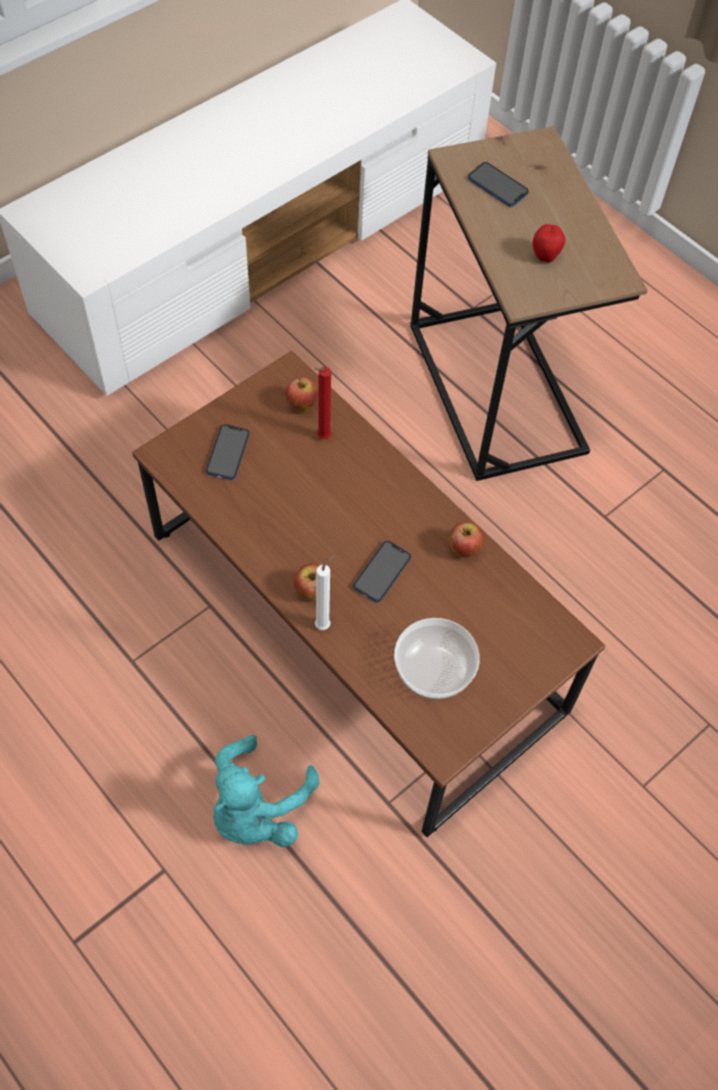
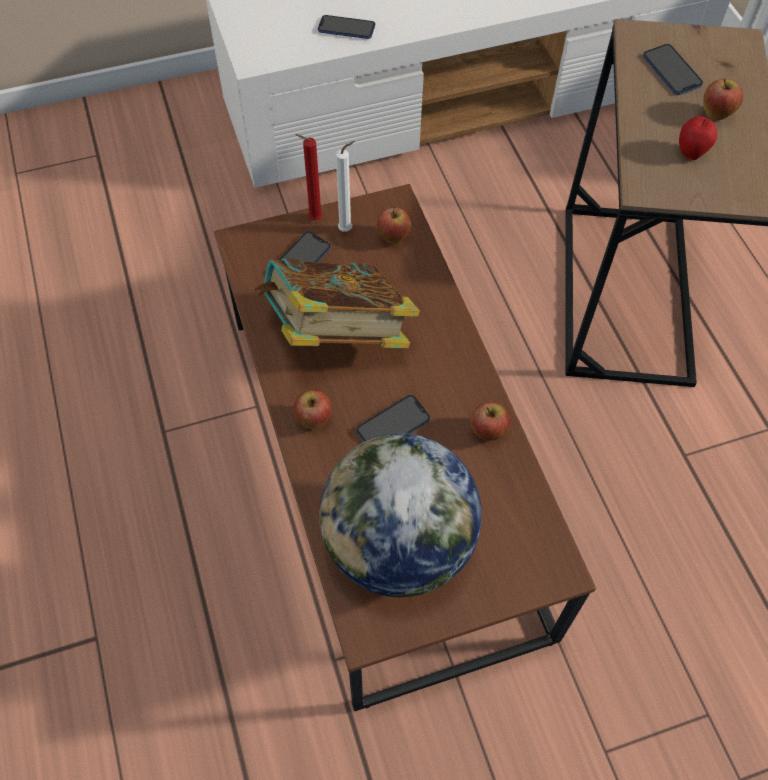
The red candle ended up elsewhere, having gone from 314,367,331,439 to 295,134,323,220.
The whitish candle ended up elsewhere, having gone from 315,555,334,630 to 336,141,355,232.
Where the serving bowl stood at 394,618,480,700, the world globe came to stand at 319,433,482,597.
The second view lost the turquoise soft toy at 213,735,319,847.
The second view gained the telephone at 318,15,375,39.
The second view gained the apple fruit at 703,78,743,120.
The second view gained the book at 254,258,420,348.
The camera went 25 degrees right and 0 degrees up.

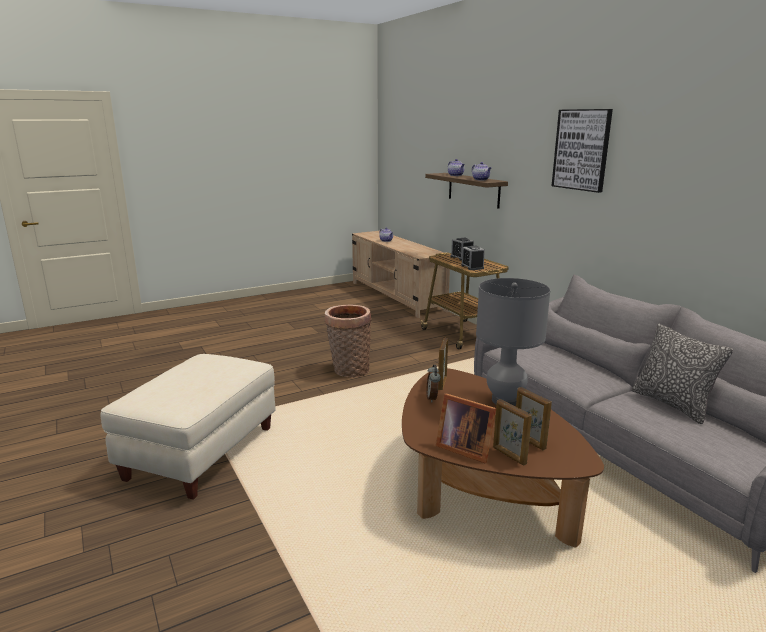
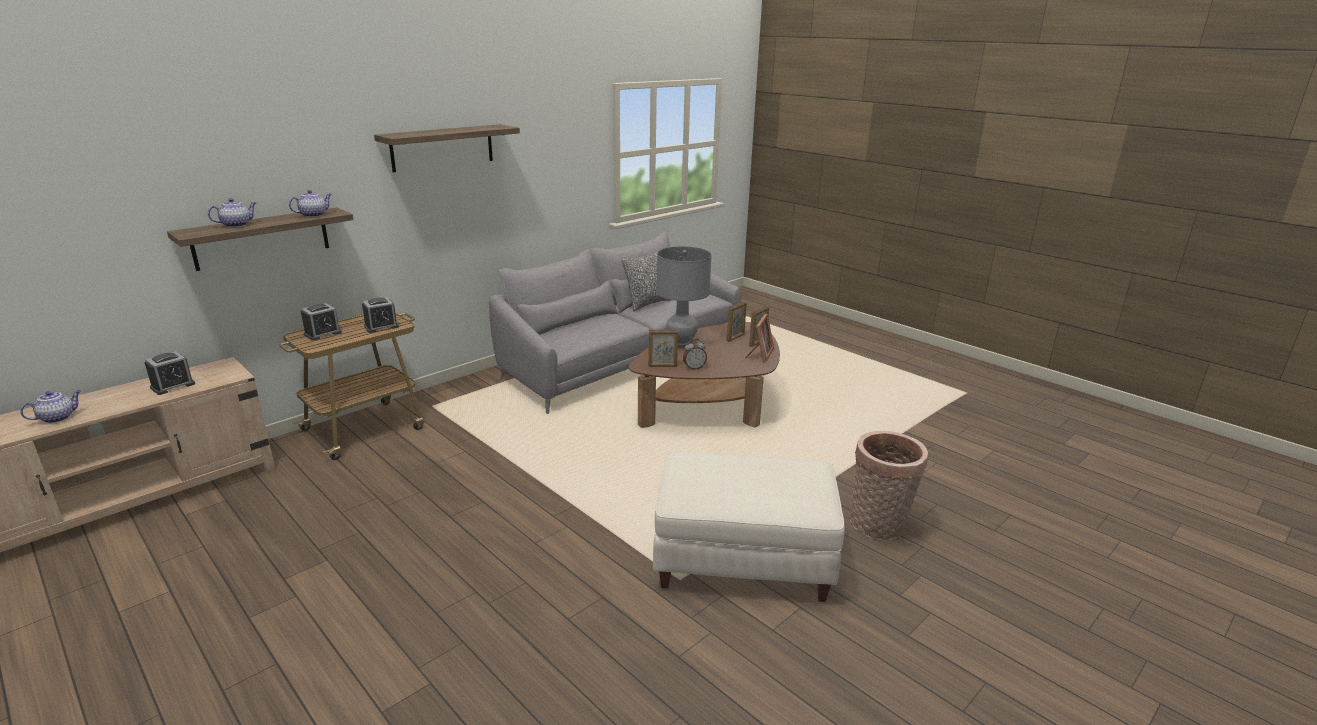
Where the wall picture hung at 552,109,613,193, the shelf came to hang at 374,124,520,172.
The storage basket ended up elsewhere, having gone from 324,304,371,378 to 850,431,929,540.
The second view gained the alarm clock at 144,351,195,395.
The camera went 105 degrees left and 5 degrees up.

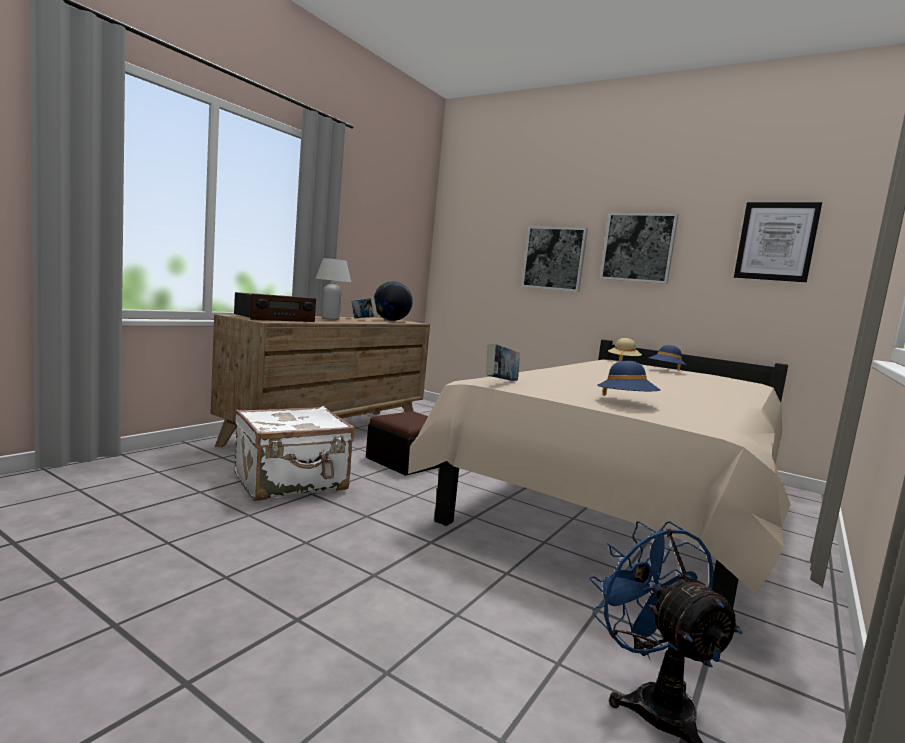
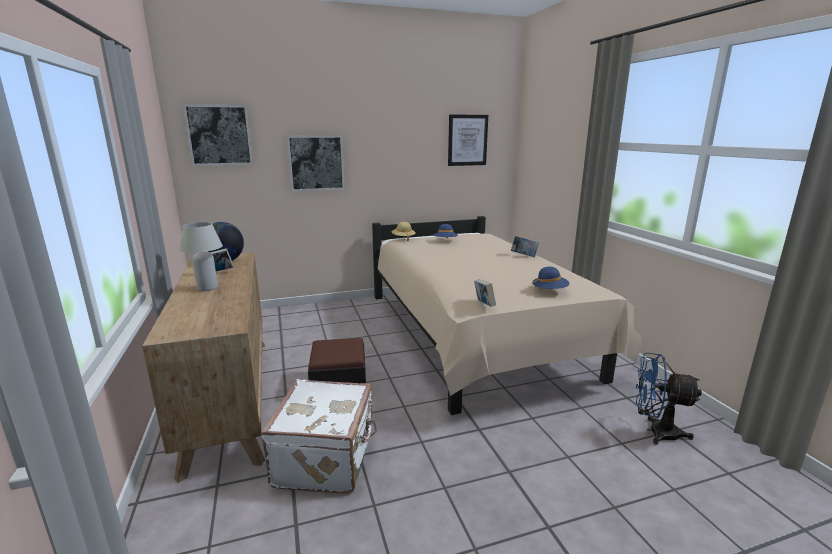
The wall picture ended up elsewhere, having gone from 600,213,679,284 to 183,104,253,166.
The second view lost the radio set at 234,292,316,322.
The second view gained the book at 511,236,539,257.
The camera went 50 degrees left and 10 degrees up.

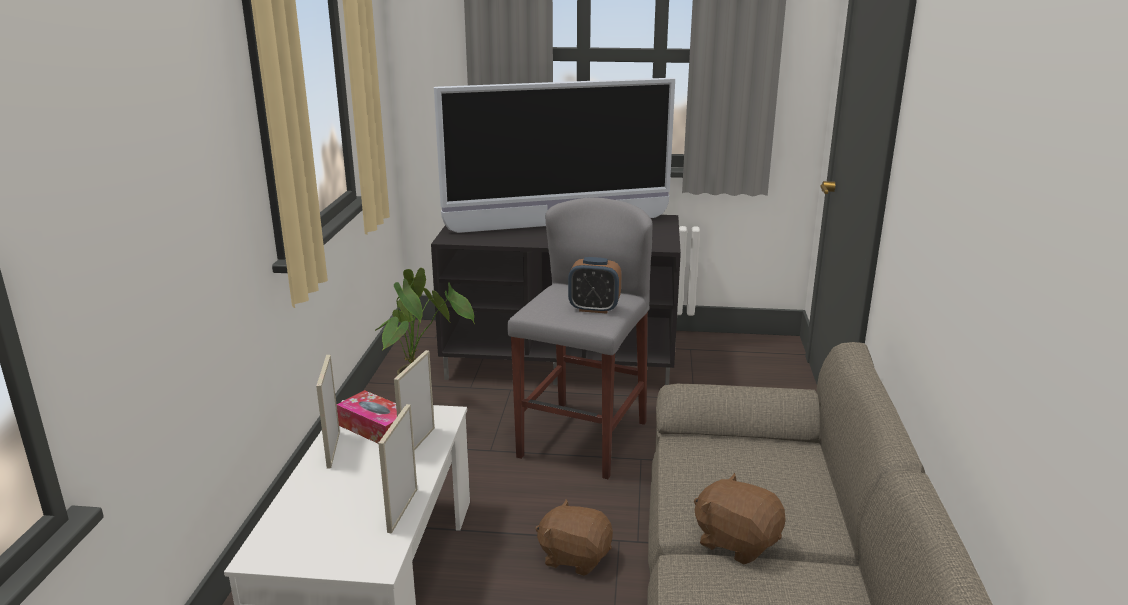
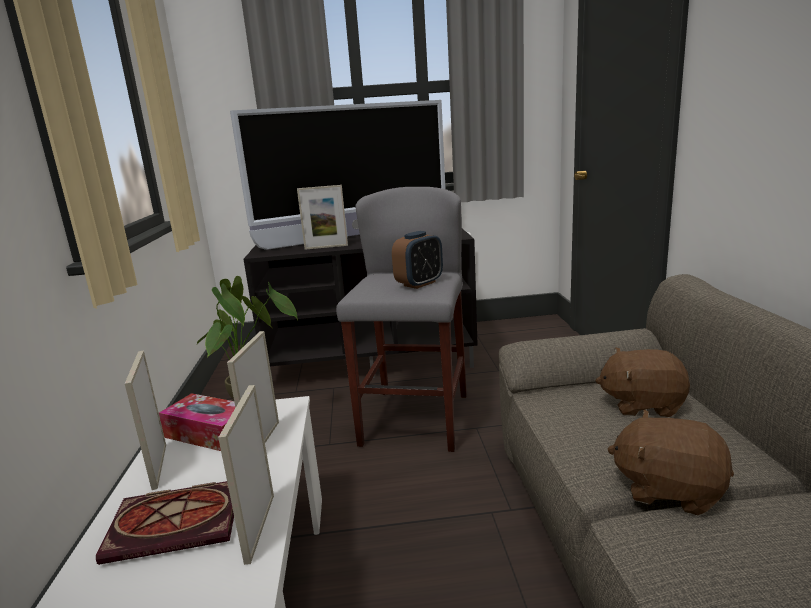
The alarm clock at 568,257,622,314 ended up facing another way, 45 degrees counterclockwise from before.
The brown-coloured soft toy ended up elsewhere, having gone from 535,499,613,576 to 596,347,690,417.
The second view gained the standing frame at 297,185,348,249.
The second view gained the book at 96,481,234,565.
The camera went 10 degrees left and 5 degrees down.

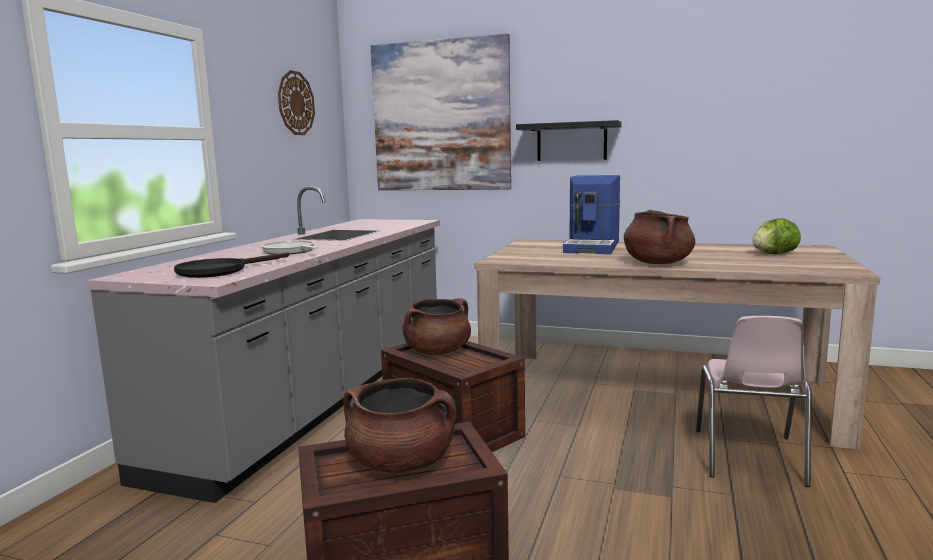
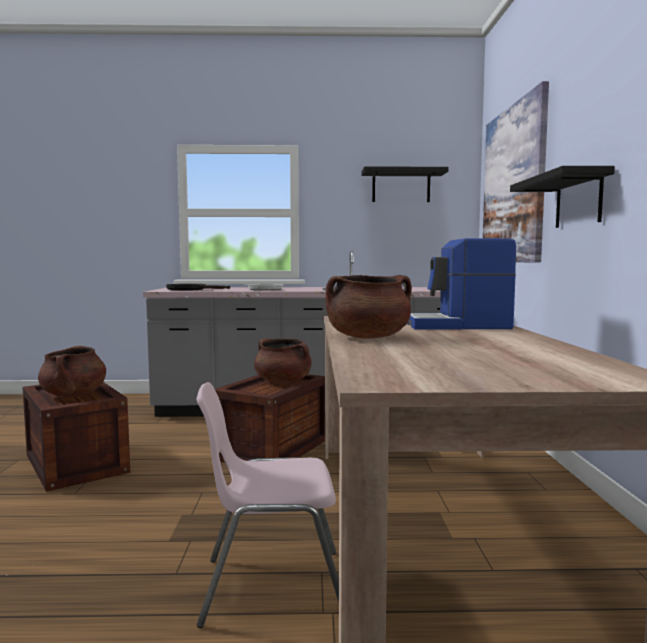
Where the clock on the wall hung at 278,70,315,135, the blackish shelf came to hang at 361,166,449,202.
The second view lost the lettuce head at 752,218,801,254.
The camera went 70 degrees right and 5 degrees down.

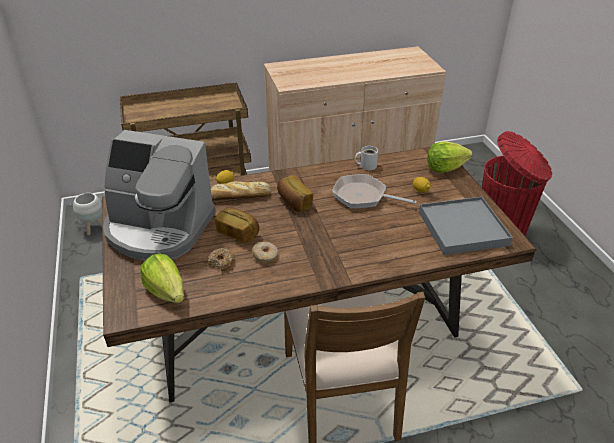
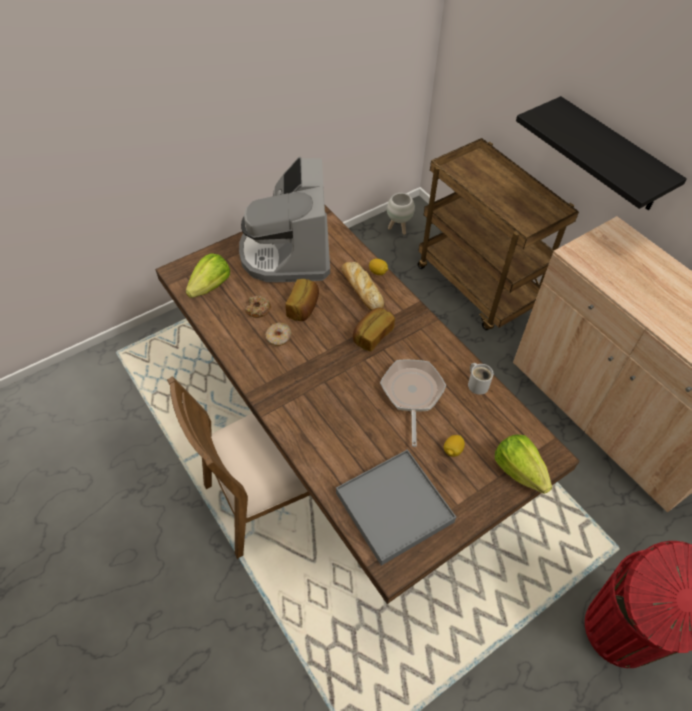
The second view gained the blackish shelf at 516,96,687,210.
The camera went 70 degrees right and 15 degrees up.

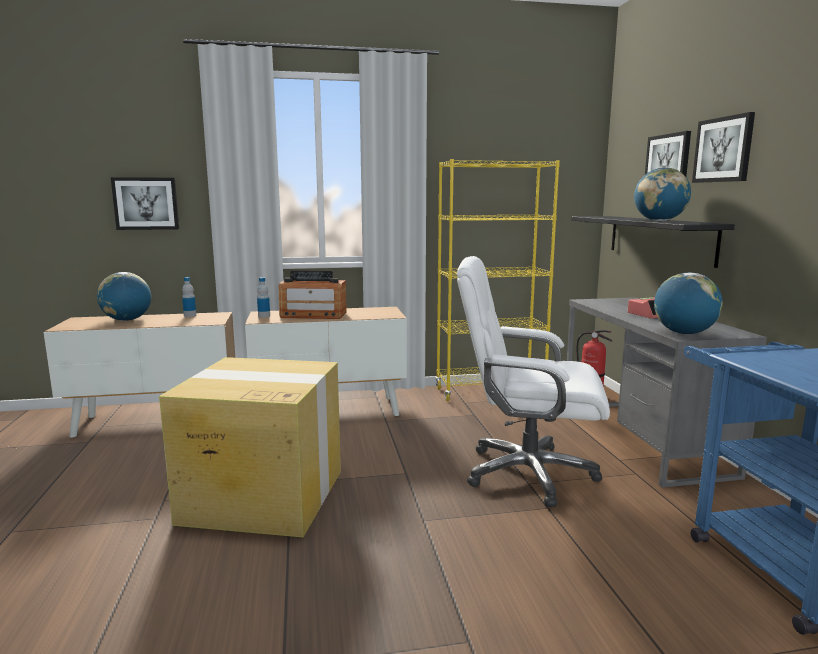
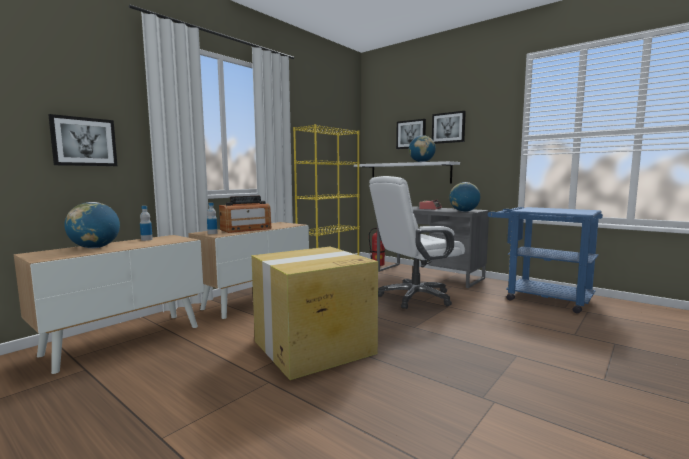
What was the blackish shelf at 571,216,735,268 turned into the whitish shelf at 354,161,460,184.
The camera went 40 degrees left and 5 degrees down.

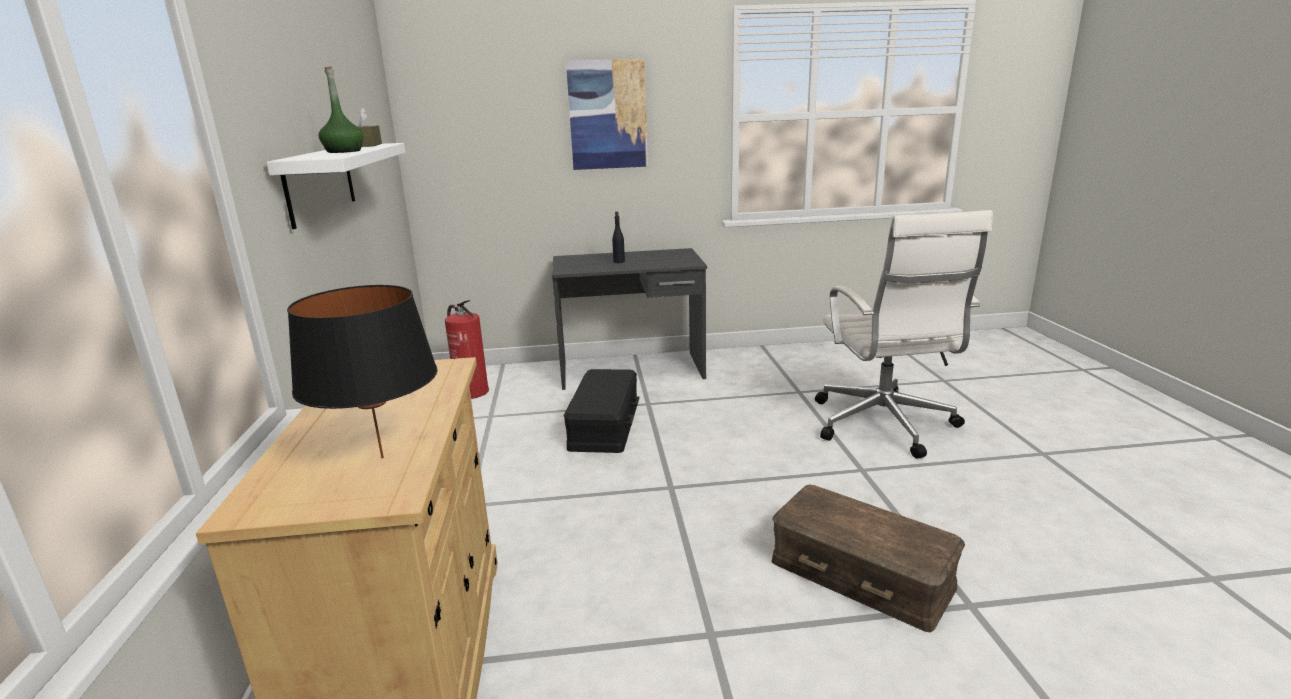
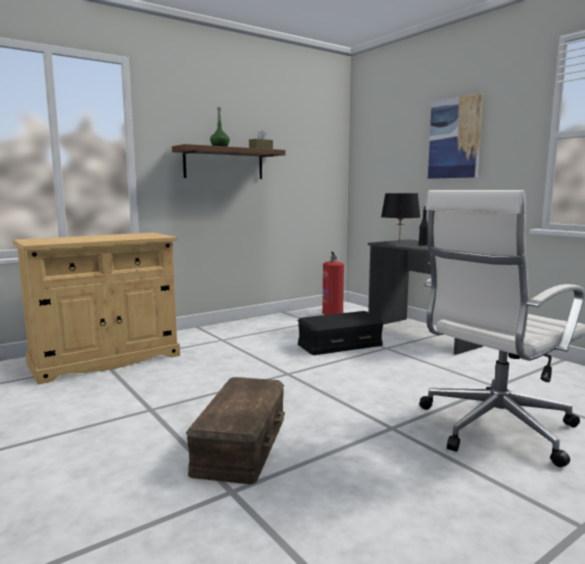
What was the whitish shelf at 266,143,405,229 turned into the brown-coloured shelf at 172,144,286,179.
The blackish tabletop lamp ended up elsewhere, having gone from 287,285,438,458 to 381,193,420,243.
The camera went 60 degrees right and 10 degrees down.

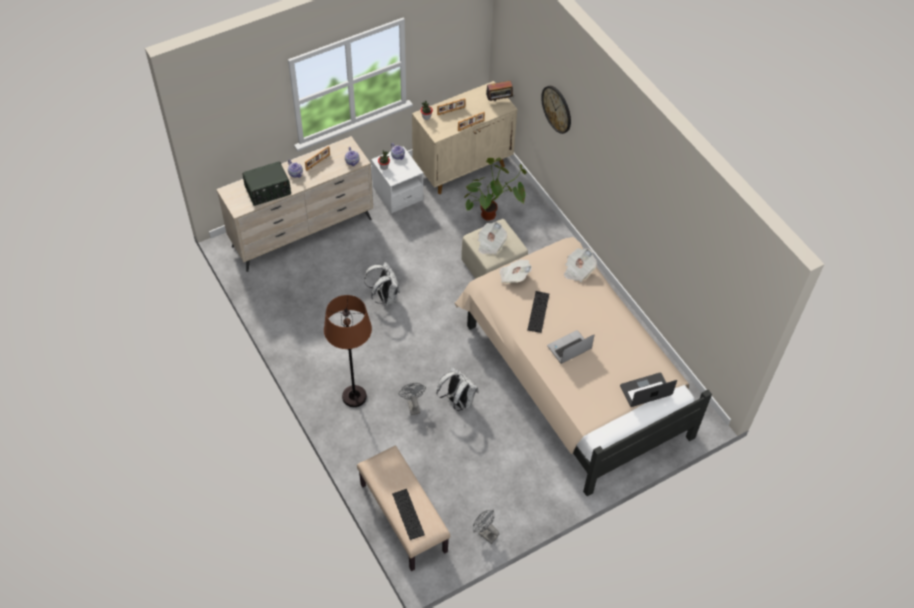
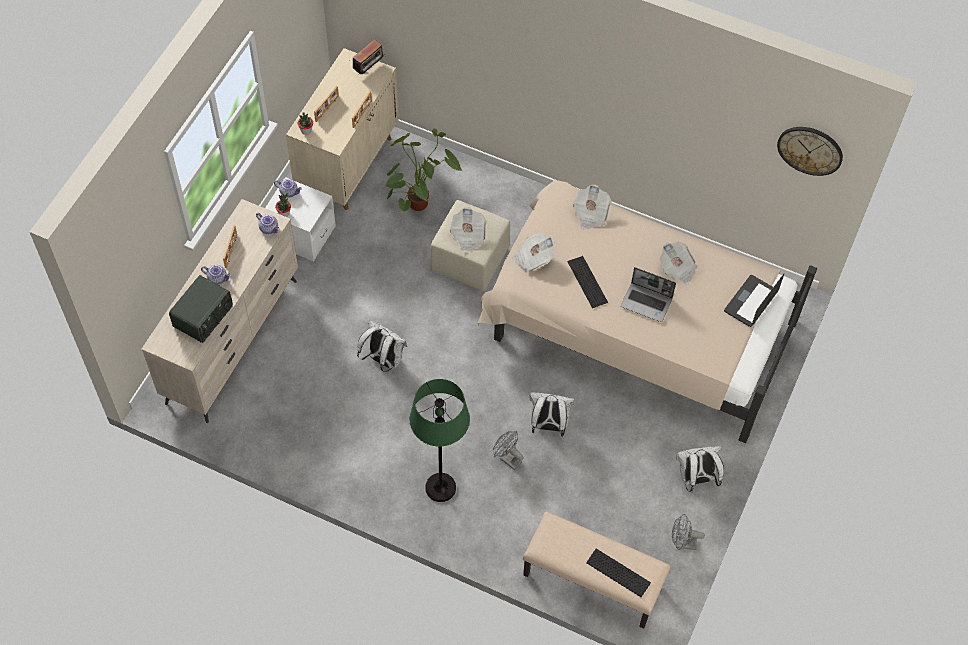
The clock on the wall ended up elsewhere, having gone from 541,86,571,134 to 777,127,843,176.
What was the brown-coloured standing lamp at 324,295,372,407 turned into the greenish standing lamp at 410,379,470,502.
The notebook computer at 547,330,594,364 ended up facing another way, 90 degrees counterclockwise from before.
The second view gained the newspaper at 660,242,698,285.
The second view gained the whitish backpack at 676,446,724,492.
The camera went 35 degrees left and 5 degrees up.

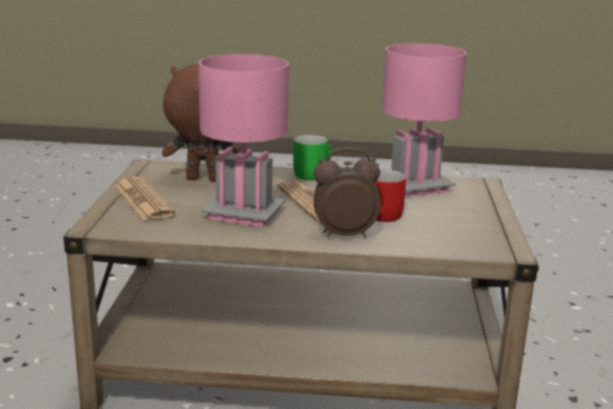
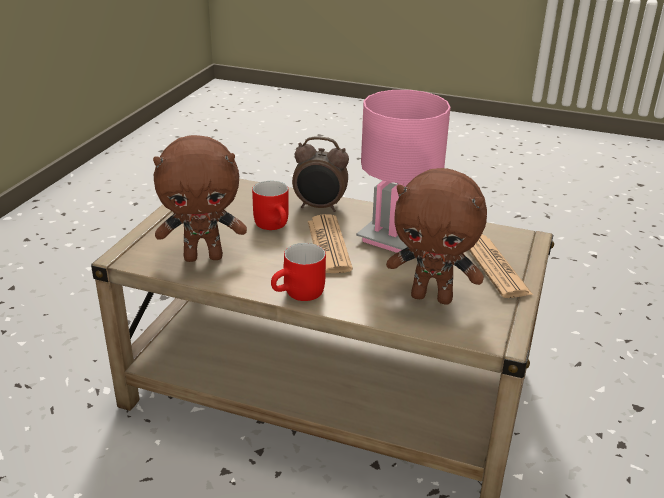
Where the pink-coloured tabletop lamp stood at 382,43,466,198, the brown-coloured soft toy came to stand at 153,135,247,262.
What was the greenish coffee mug at 293,135,332,180 turned into the red coffee mug at 271,243,326,301.
The camera went 165 degrees left and 10 degrees up.

